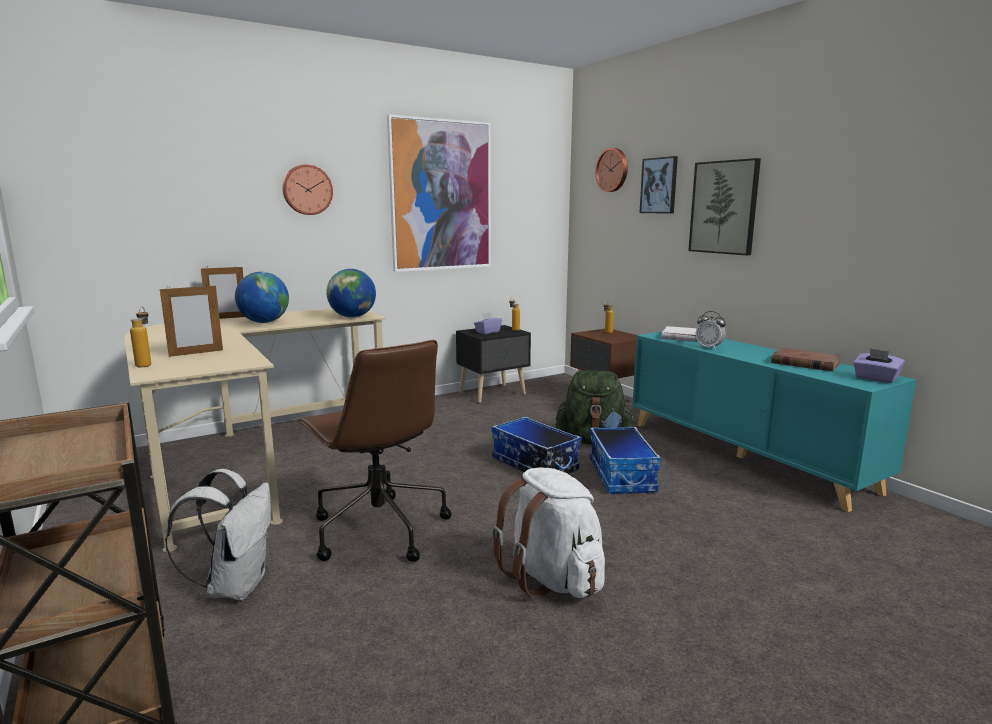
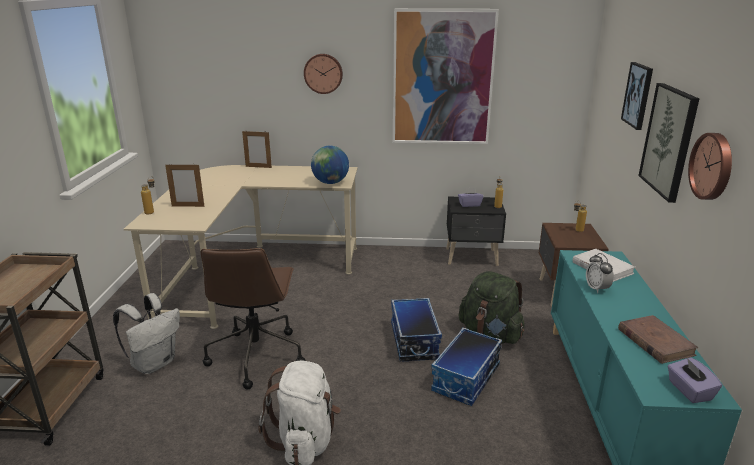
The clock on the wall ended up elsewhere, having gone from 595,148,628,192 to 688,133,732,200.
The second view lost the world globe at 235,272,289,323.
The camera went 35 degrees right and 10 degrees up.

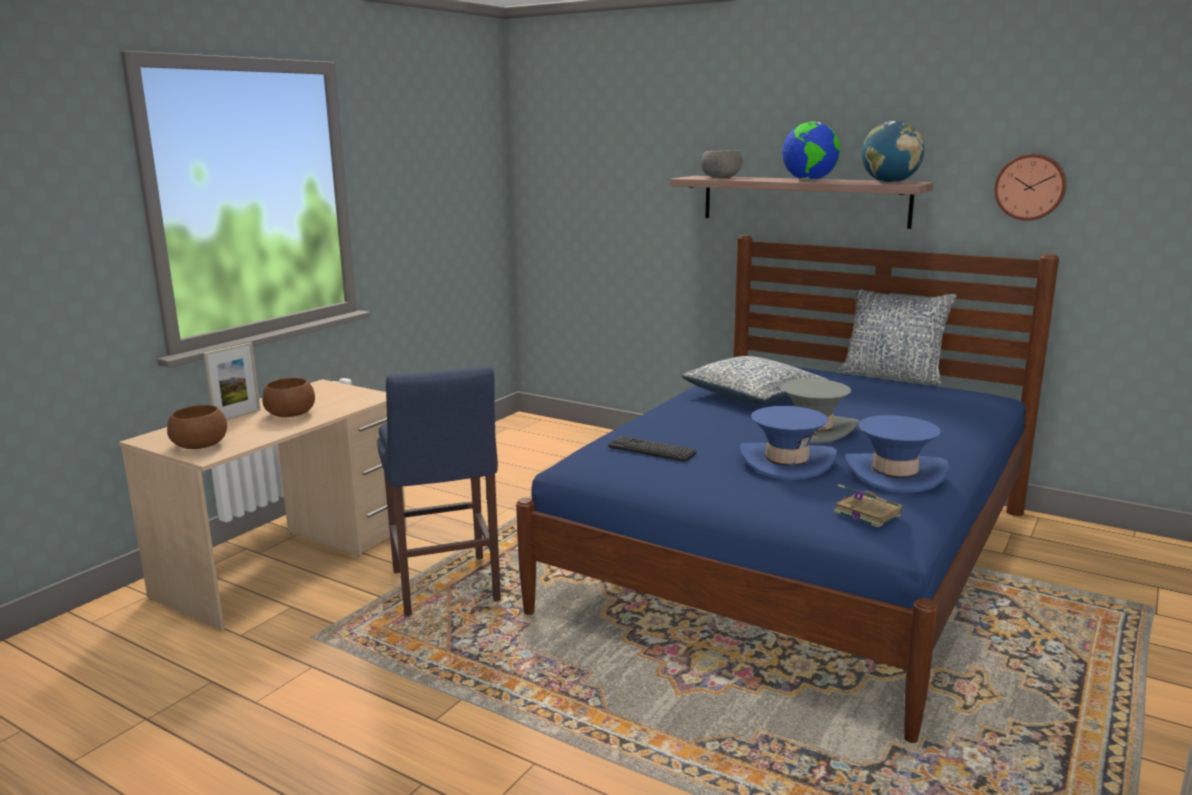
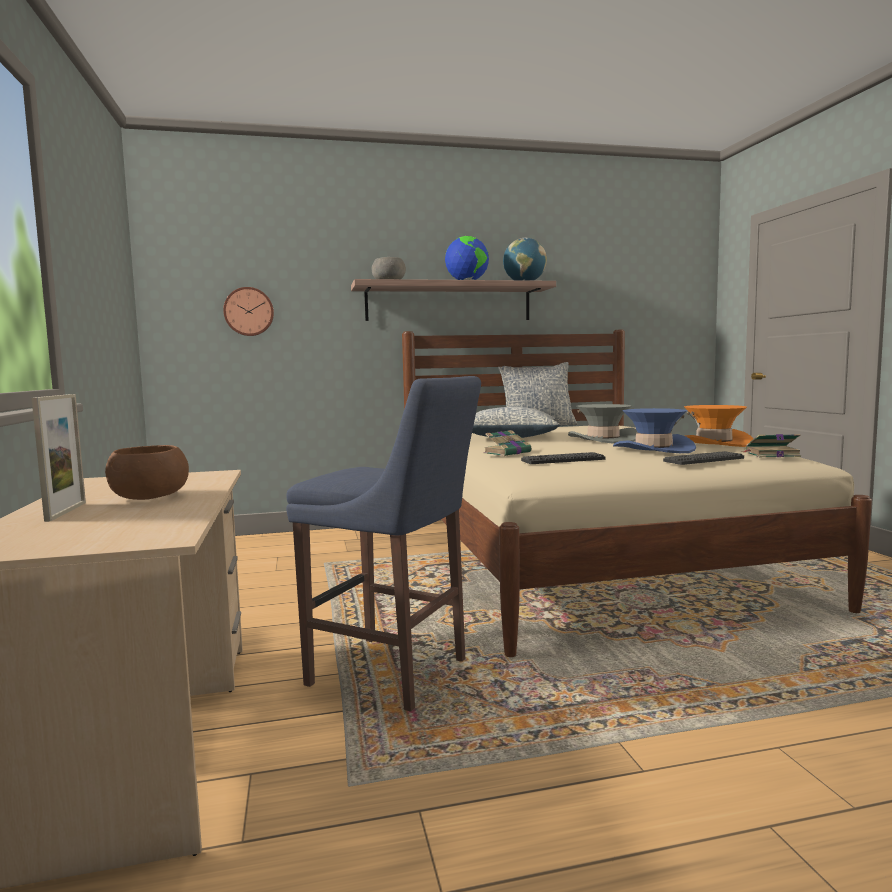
The clock on the wall ended up elsewhere, having gone from 994,154,1067,221 to 223,287,274,336.
What was the bluish sleeping bed at 516,235,1059,743 turned into the beige sleeping bed at 402,329,872,657.
The second view lost the brown-coloured serving bowl at 167,405,227,449.
What was the bluish clothing hat at 845,415,948,493 turned into the orange-coloured clothing hat at 684,405,754,447.
The second view gained the book at 484,430,532,456.
The second view gained the computer keyboard at 663,451,744,465.
The camera went 45 degrees left and 10 degrees down.

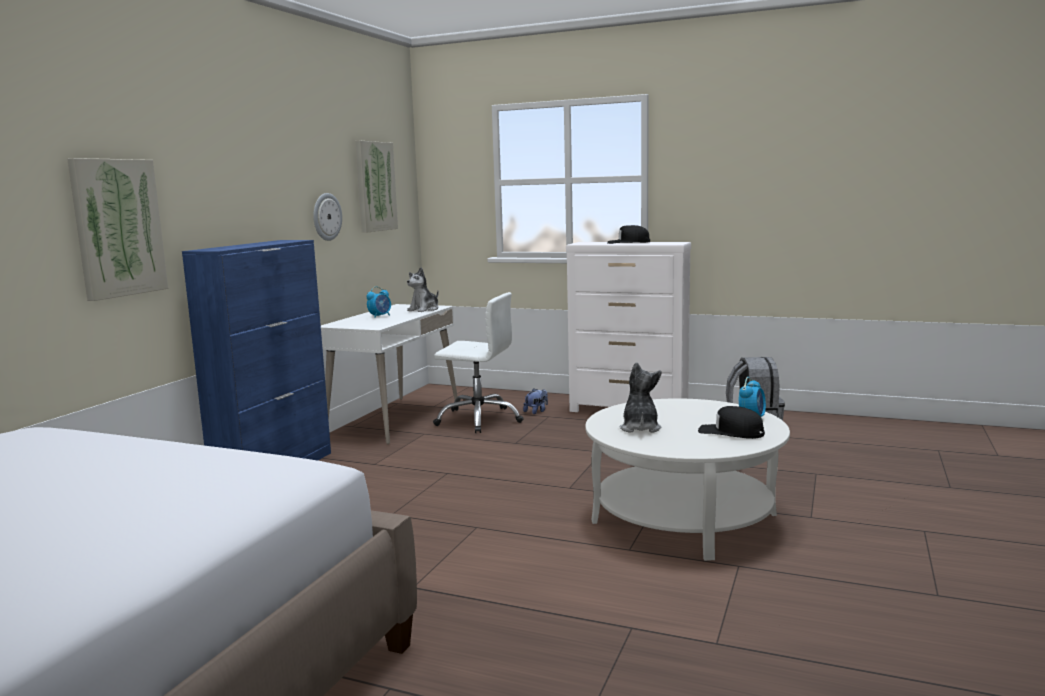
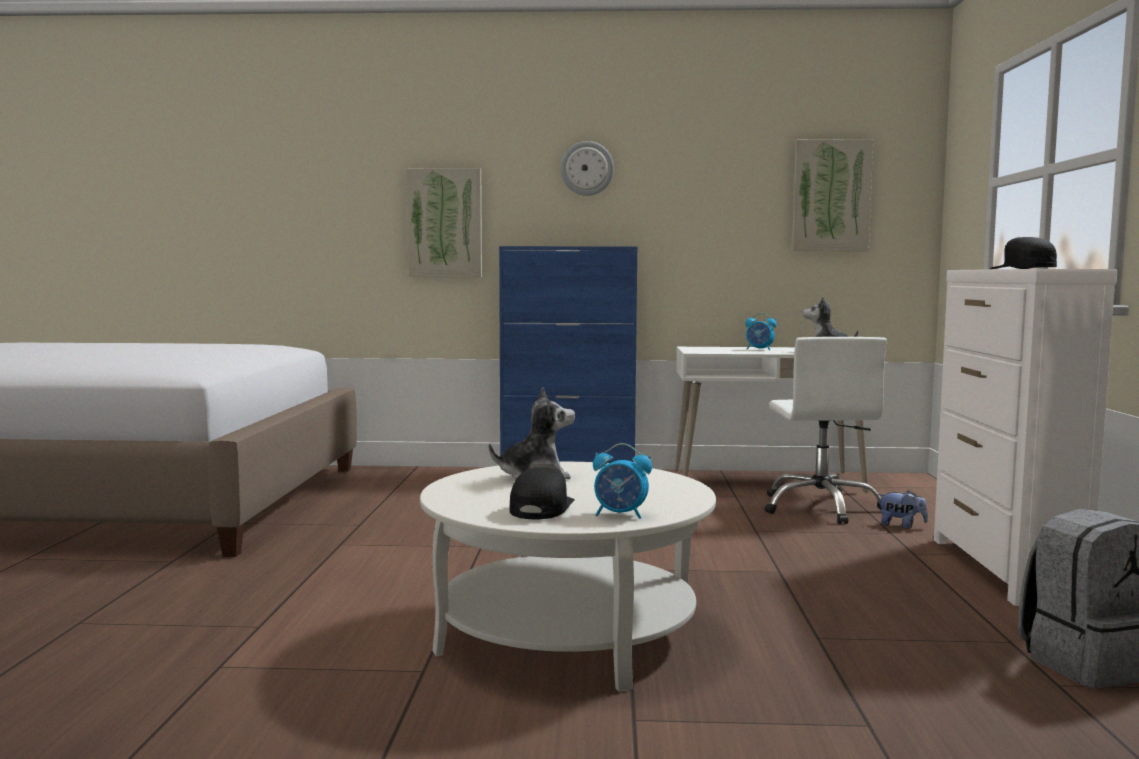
The clock on the wall ended up elsewhere, having gone from 313,193,342,241 to 560,141,614,196.
The camera went 70 degrees right and 5 degrees down.

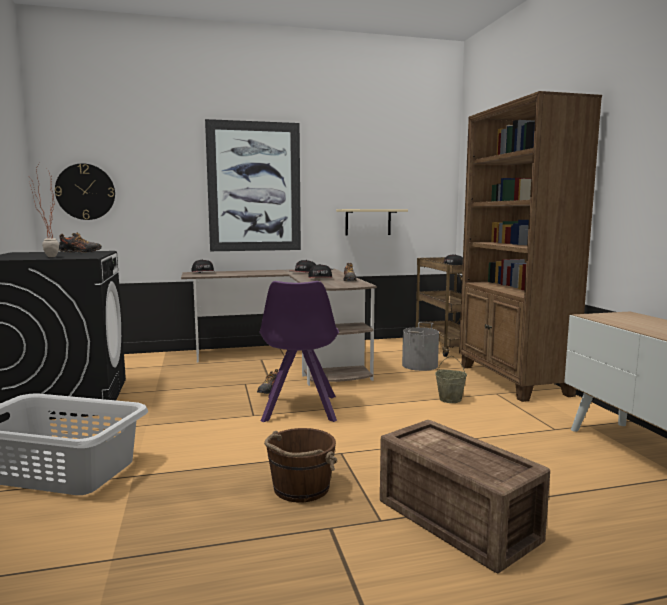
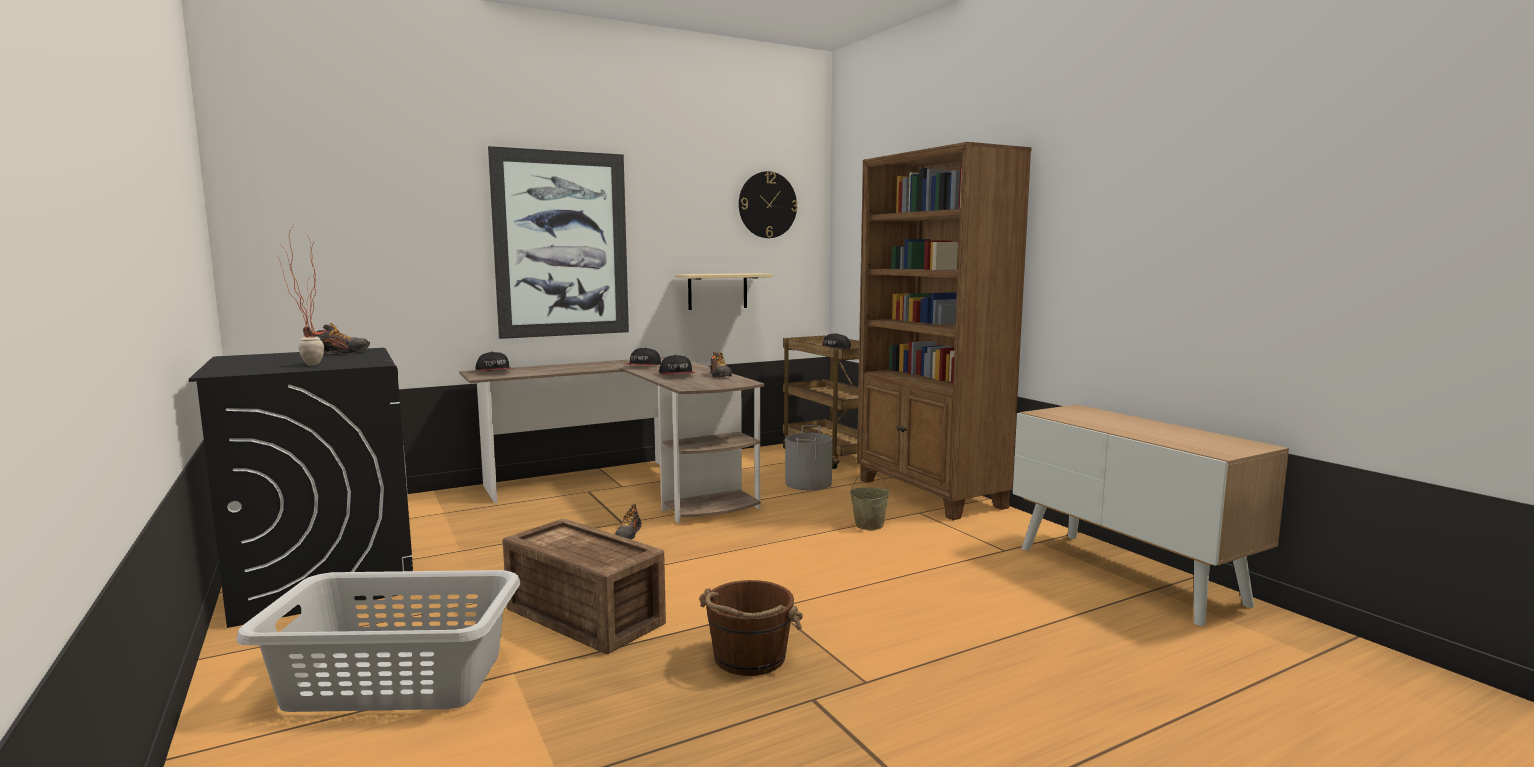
The clock on the wall ended up elsewhere, having gone from 55,164,115,220 to 739,171,798,238.
The second view lost the purple plain chair at 259,281,339,422.
The packing crate ended up elsewhere, having gone from 380,420,550,573 to 503,519,666,654.
The camera went 15 degrees left and 0 degrees up.

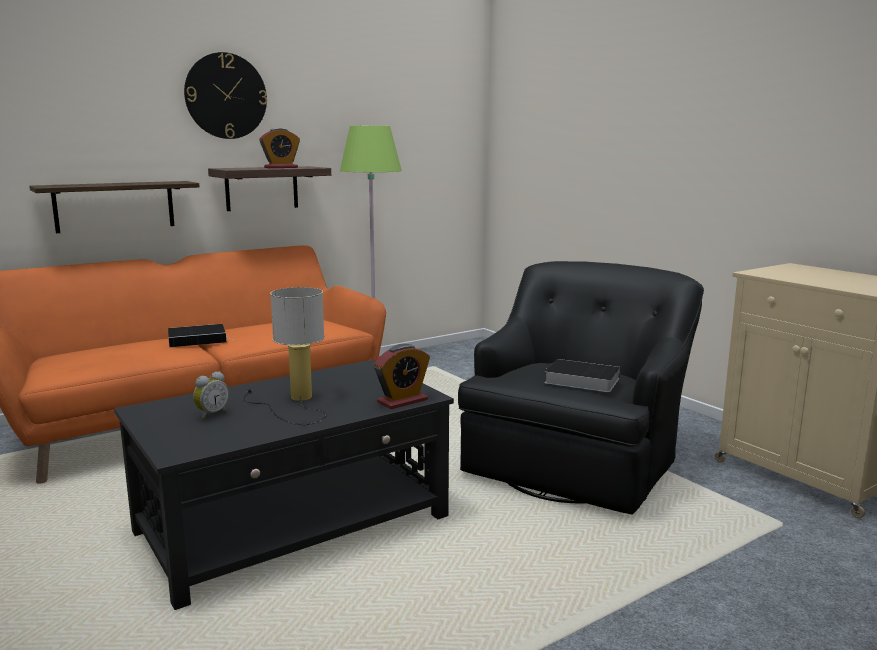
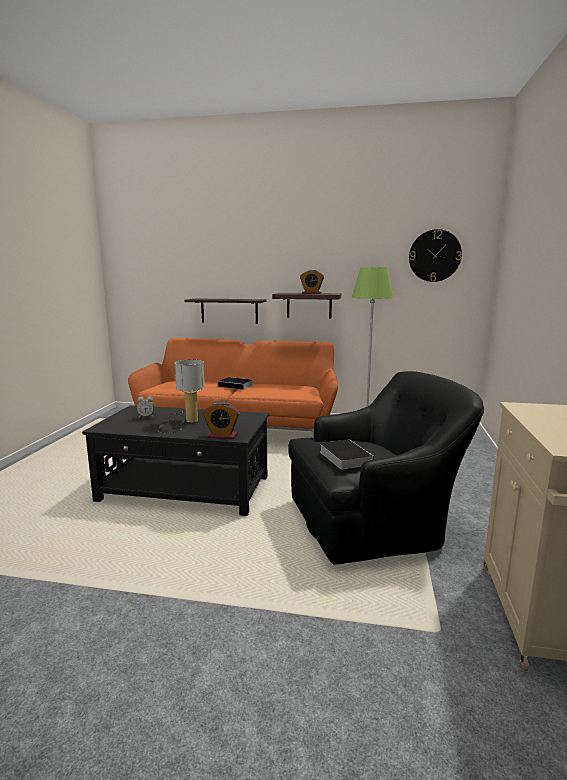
The clock on the wall ended up elsewhere, having gone from 184,52,267,139 to 409,229,462,282.
The camera went 45 degrees right and 0 degrees up.

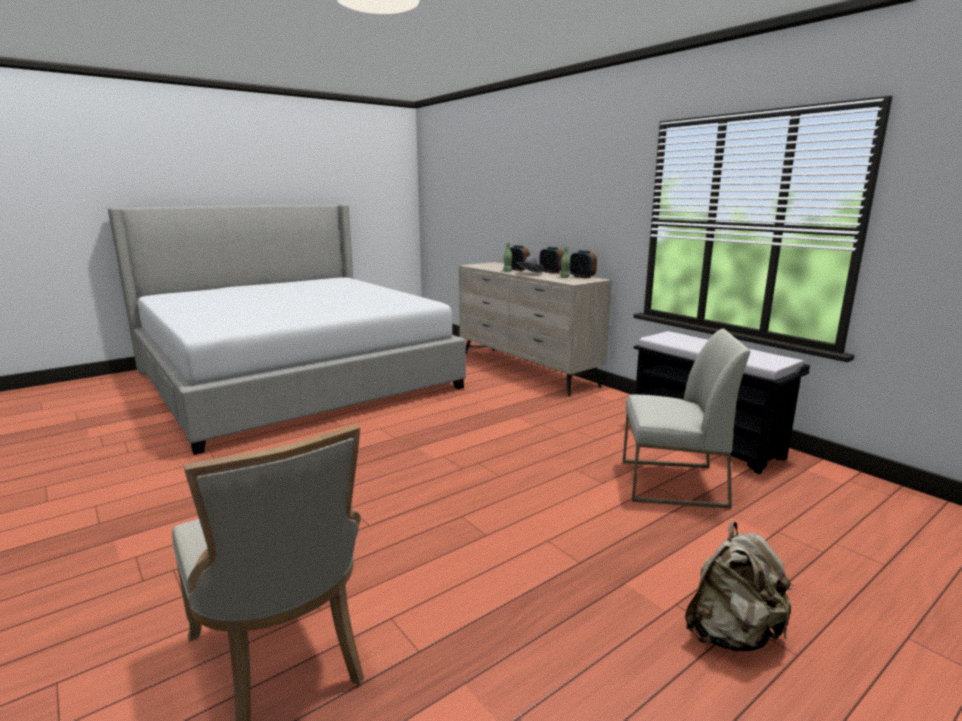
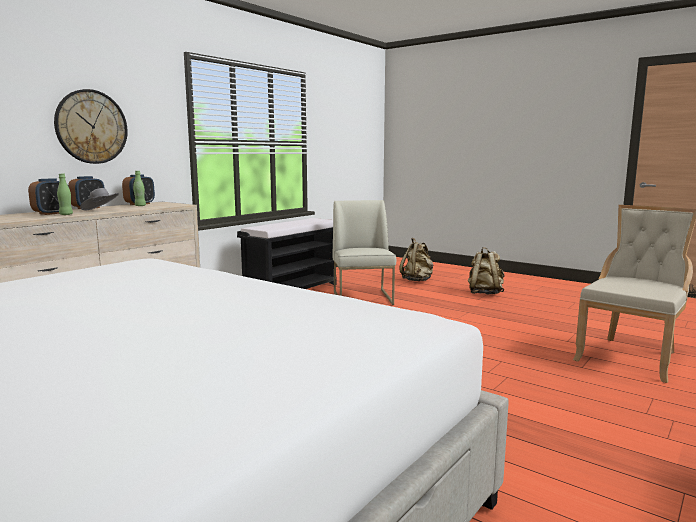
The second view gained the clock on the wall at 54,89,128,164.
The second view gained the beige backpack at 399,238,433,281.
The camera went 105 degrees left and 5 degrees down.

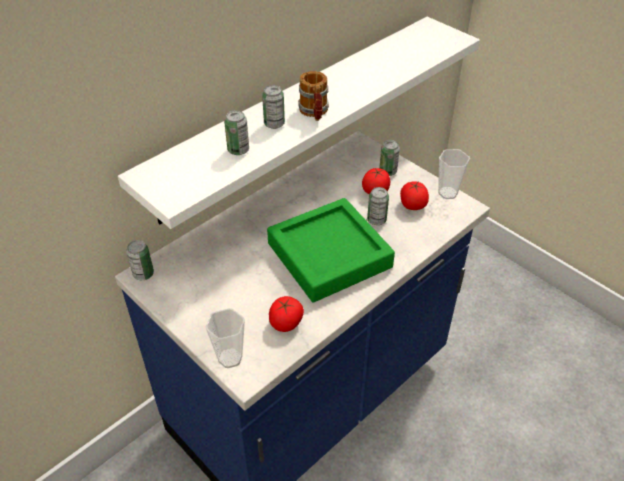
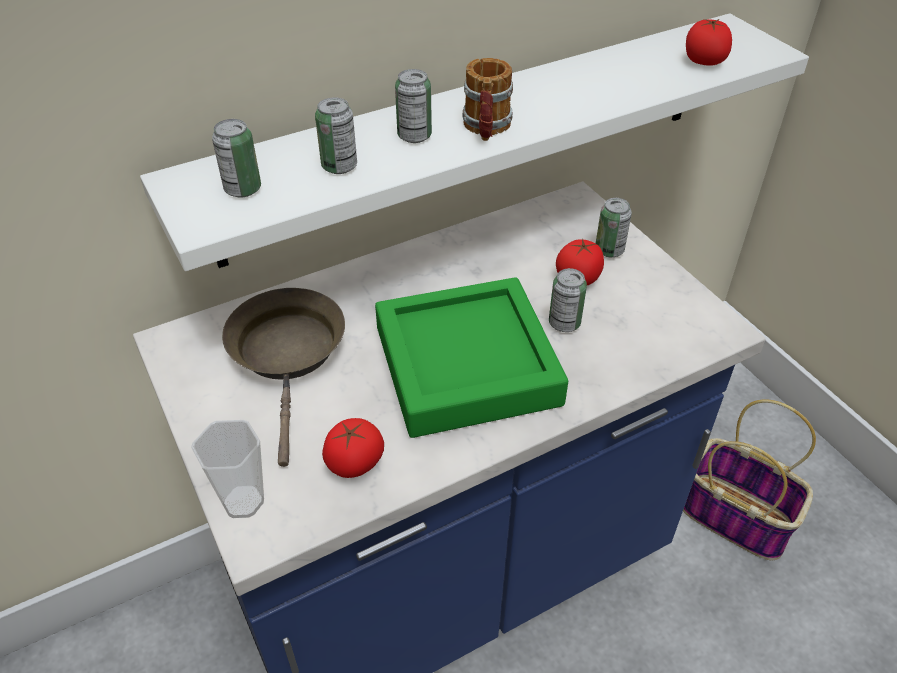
The second view lost the cup at 438,149,470,199.
The fresh tomato ended up elsewhere, having gone from 400,181,429,210 to 686,19,732,66.
The can ended up elsewhere, having gone from 126,240,154,280 to 212,119,261,197.
The second view gained the brown-coloured pan at 222,288,345,467.
The second view gained the storage basket at 683,399,816,561.
The camera went 15 degrees right and 0 degrees up.

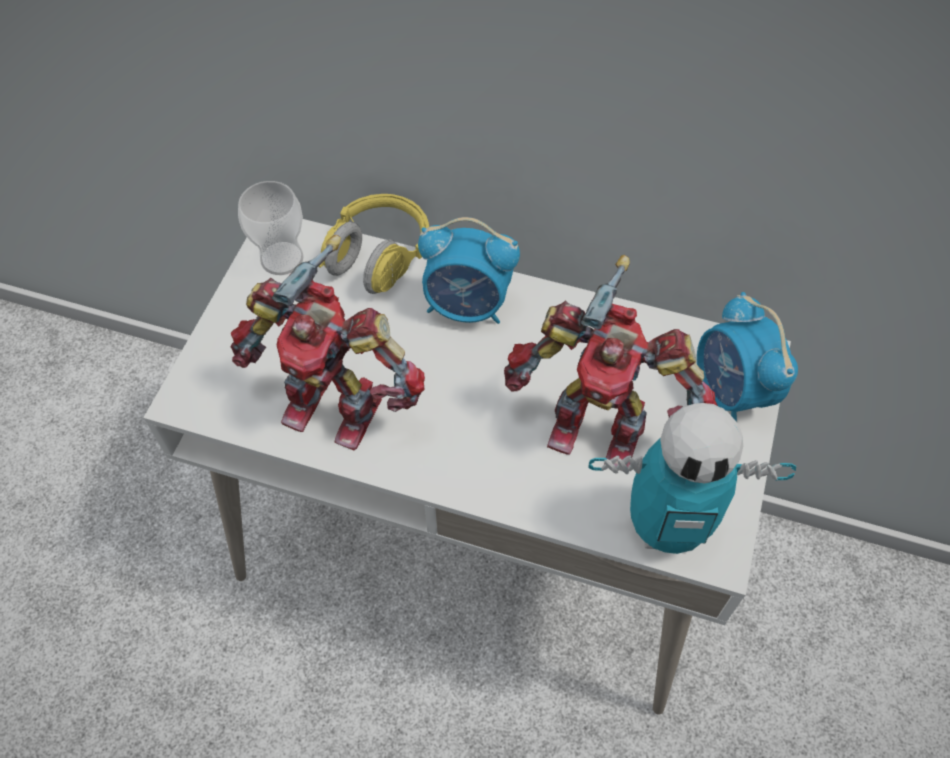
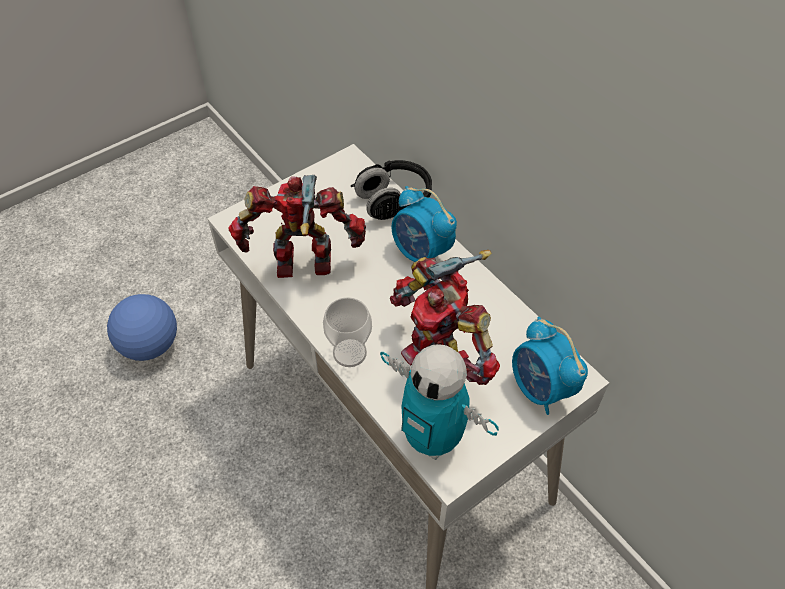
The cup ended up elsewhere, having gone from 238,181,304,275 to 323,297,372,367.
What was the yellowish pair of headphones at 318,194,429,294 turned into the blackish pair of headphones at 351,160,432,220.
The model robot at 230,235,425,450 ended up facing another way, 120 degrees clockwise from before.
The alarm clock at 697,292,798,422 ended up facing another way, 45 degrees counterclockwise from before.
The second view gained the football at 107,294,177,361.
The camera went 35 degrees right and 5 degrees down.

